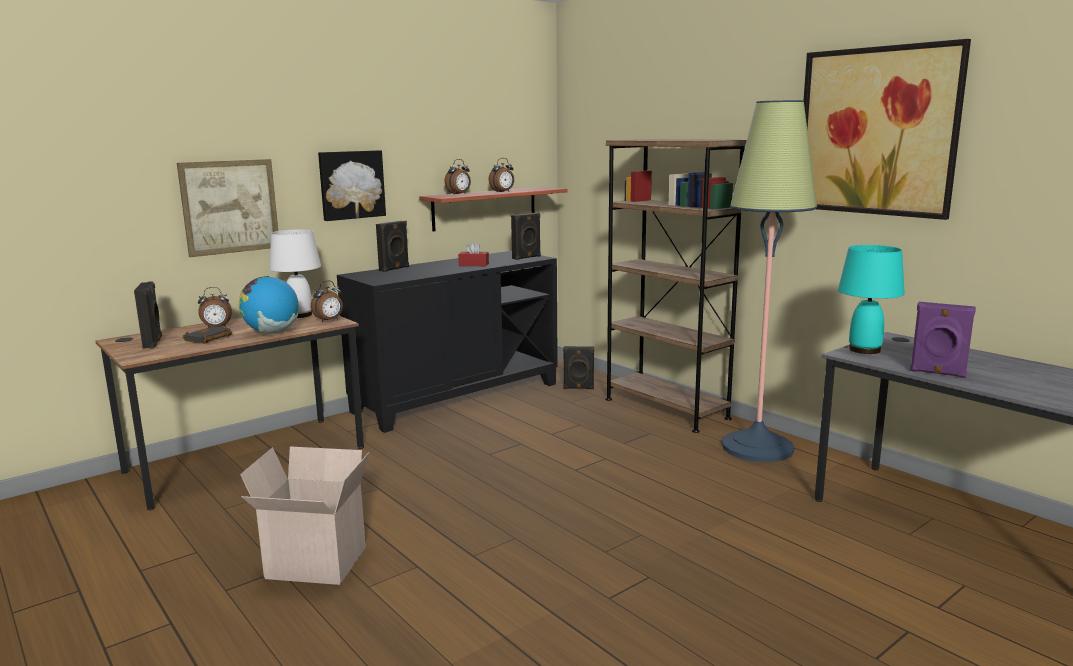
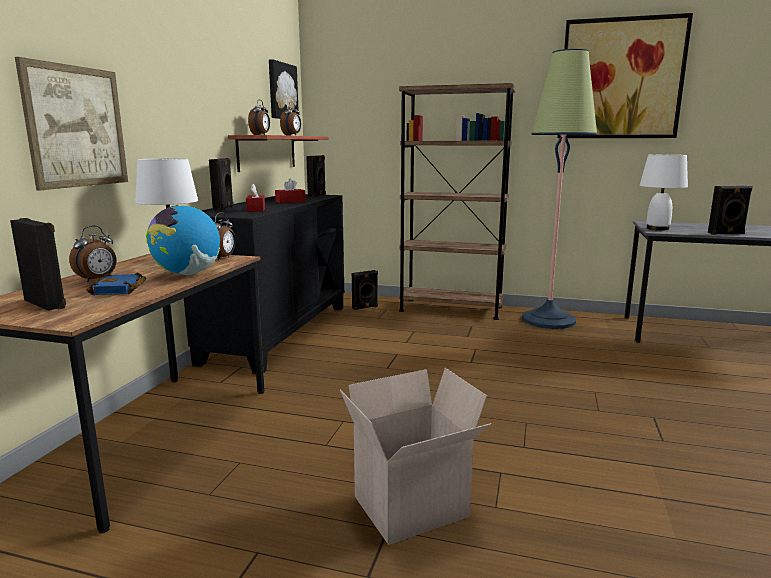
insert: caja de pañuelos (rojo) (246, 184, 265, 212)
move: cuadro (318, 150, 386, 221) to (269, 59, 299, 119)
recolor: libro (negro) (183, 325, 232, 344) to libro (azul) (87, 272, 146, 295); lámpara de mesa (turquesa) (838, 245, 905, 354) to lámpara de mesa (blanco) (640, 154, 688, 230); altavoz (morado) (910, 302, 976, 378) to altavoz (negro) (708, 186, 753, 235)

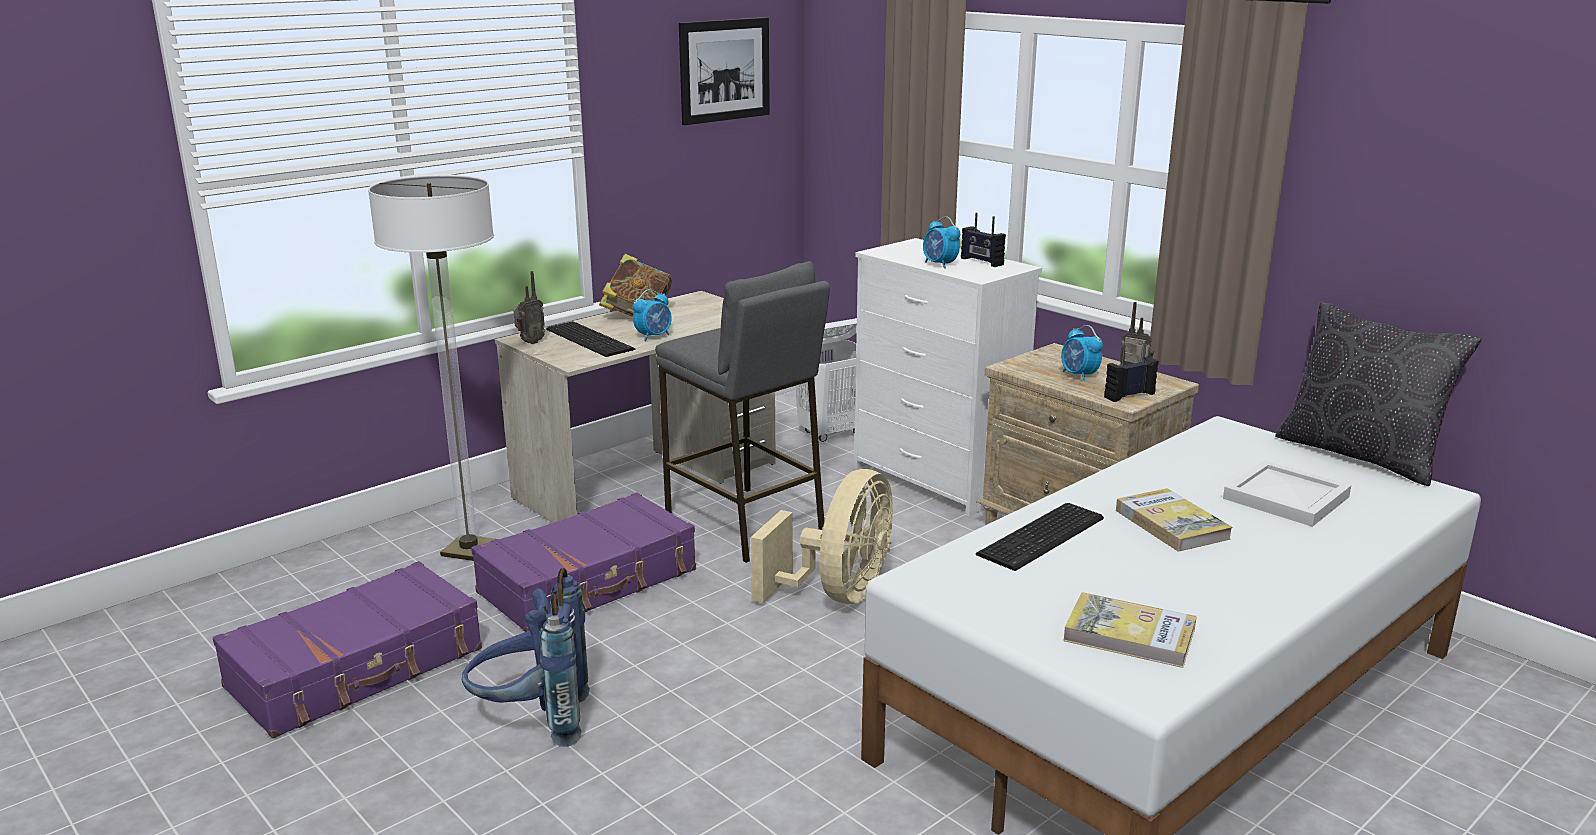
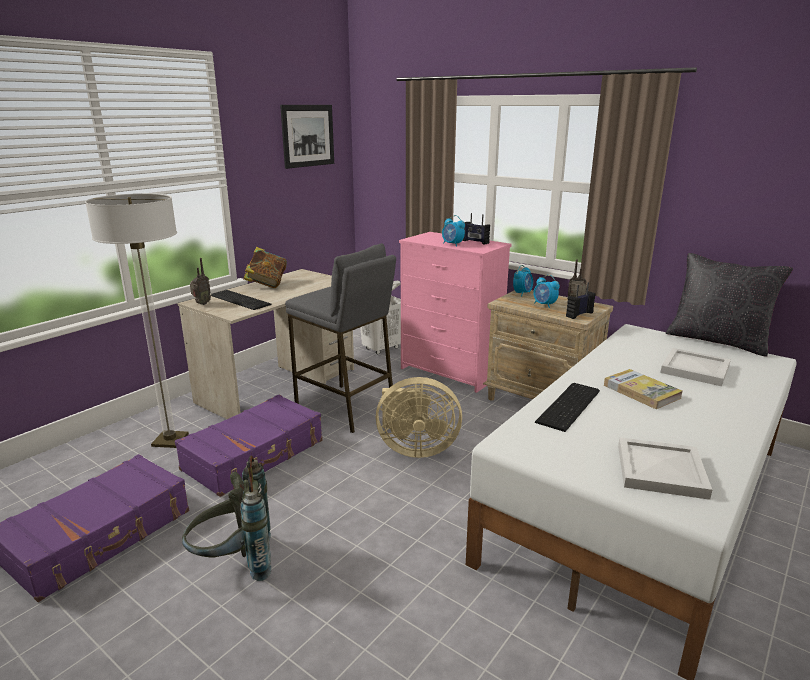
move: despertador (633, 289, 672, 341) to (513, 265, 533, 297)
replace: libro (1063, 592, 1196, 668) to bandeja (blanco) (618, 437, 712, 500)
recolor: mochila (azul) (462, 568, 590, 747) to mochila (gris) (182, 455, 271, 581); cómoda (blanco) (854, 238, 1042, 517) to cómoda (rosa) (399, 232, 512, 393)
rotate: ventilador (beis) (751, 469, 893, 604) = (376, 377, 462, 458) 75 degrees clockwise

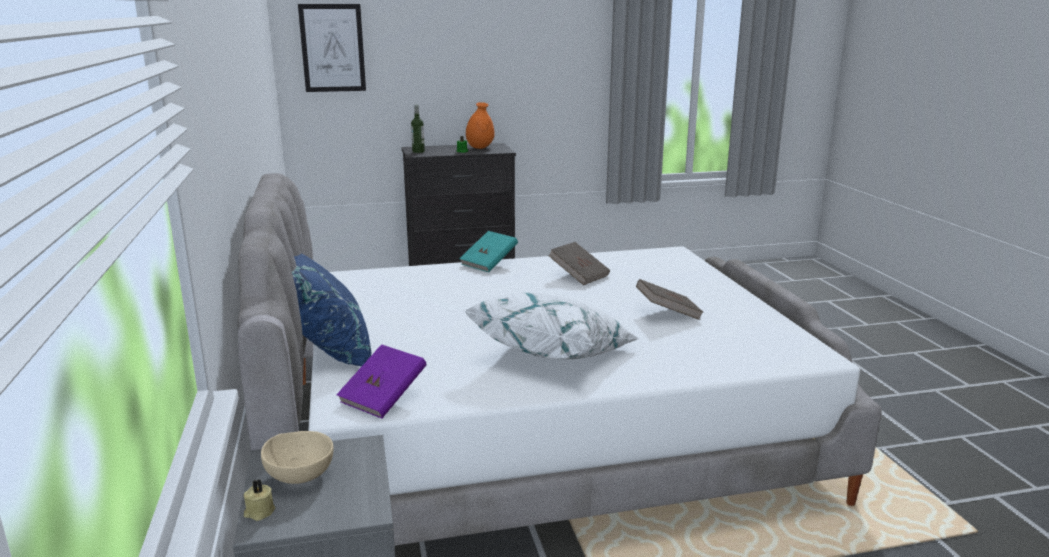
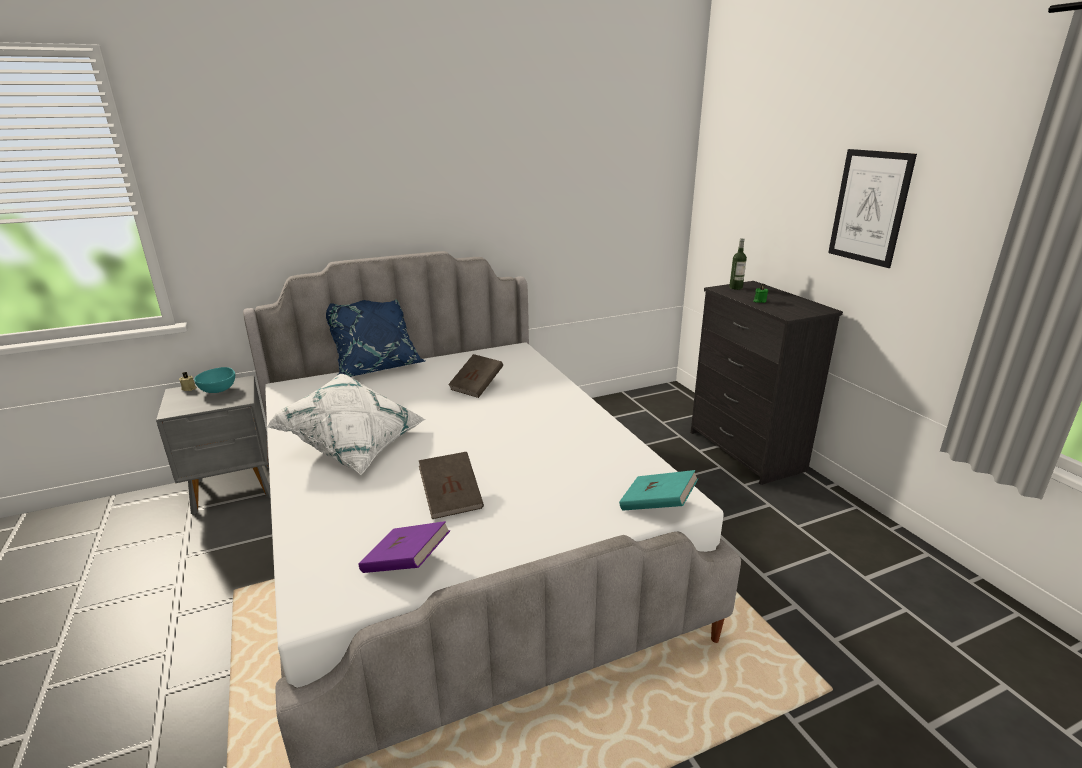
delete: florero (naranja) (466, 102, 495, 149)
move: libro (morado) (336, 344, 426, 418) to (359, 521, 450, 573); libro (marrón) (548, 242, 610, 285) to (448, 354, 503, 398); libro (turquesa) (459, 231, 518, 272) to (619, 470, 698, 511); cuadro (298, 4, 366, 92) to (828, 149, 917, 268)
recolor: cuenco (beis) (261, 431, 334, 484) to cuenco (turquesa) (194, 367, 235, 393)

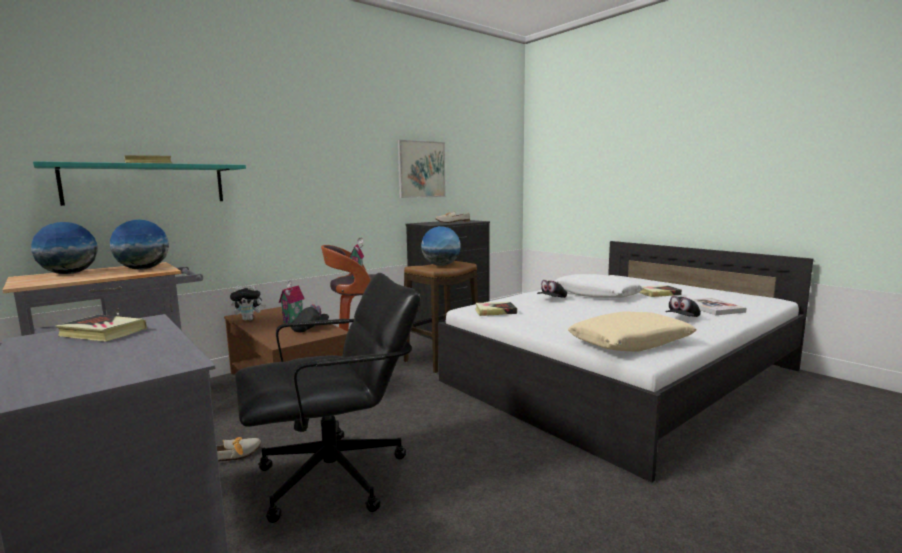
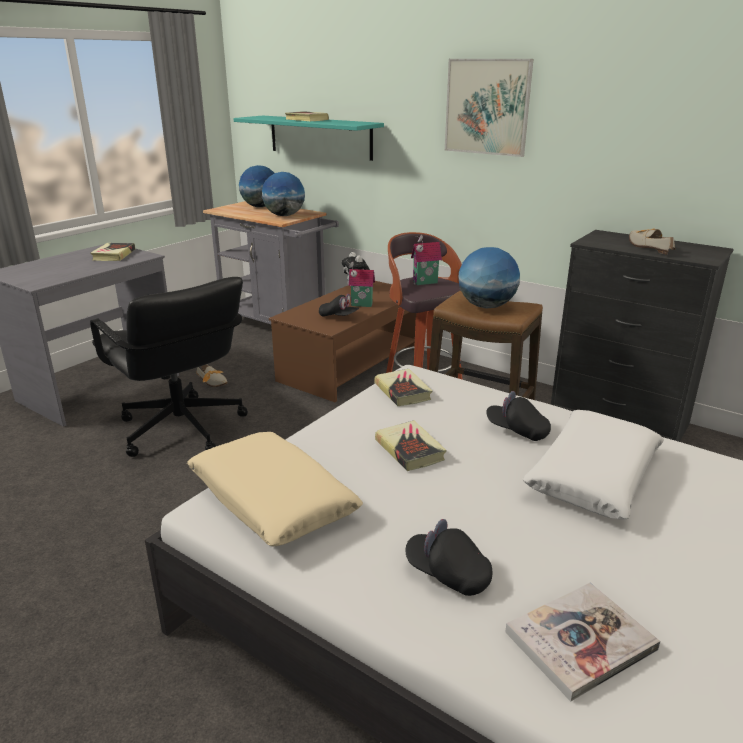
move: libro (639, 285, 682, 297) to (375, 420, 446, 471); cuadro (398, 140, 446, 198) to (445, 59, 533, 157)

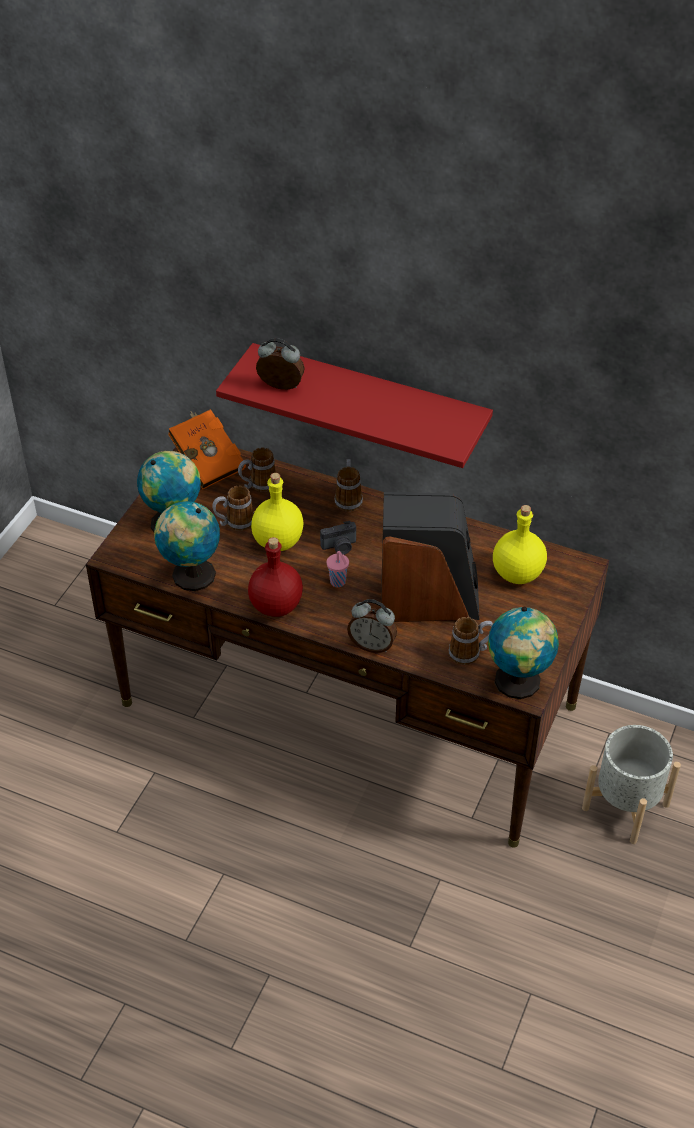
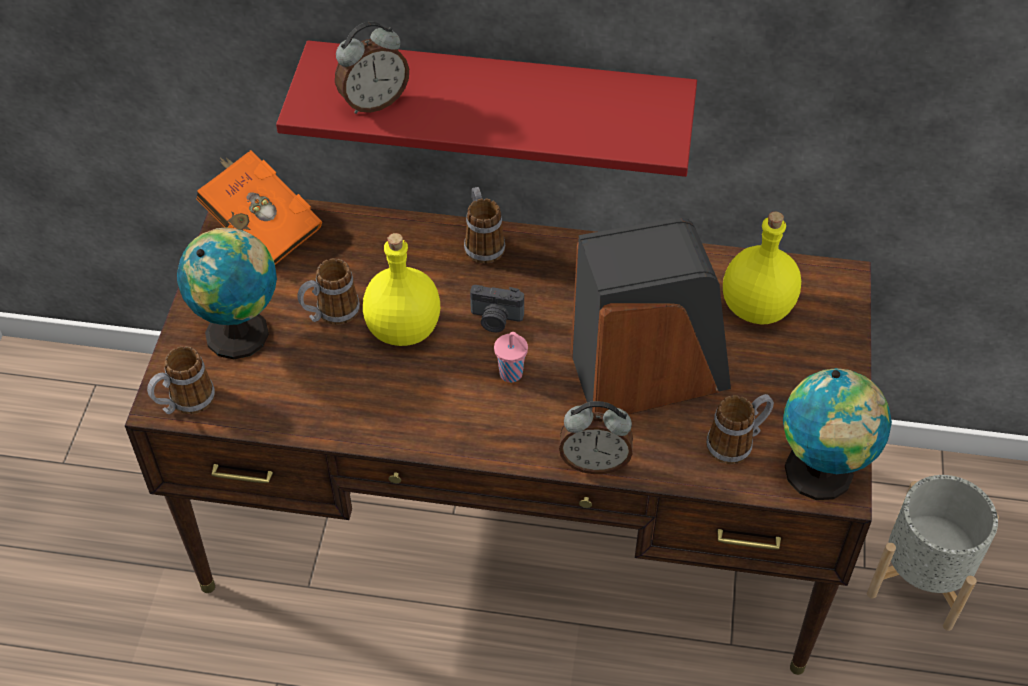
delete: globo terráqueo (154, 501, 220, 591); botella (rojo) (248, 537, 303, 617)
move: taza grande (238, 447, 276, 492) to (147, 346, 215, 414)
rotate: despertador (256, 338, 305, 390) = (335, 22, 409, 114) 150 degrees clockwise; cámara (320, 521, 356, 555) = (470, 285, 524, 332) 45 degrees clockwise

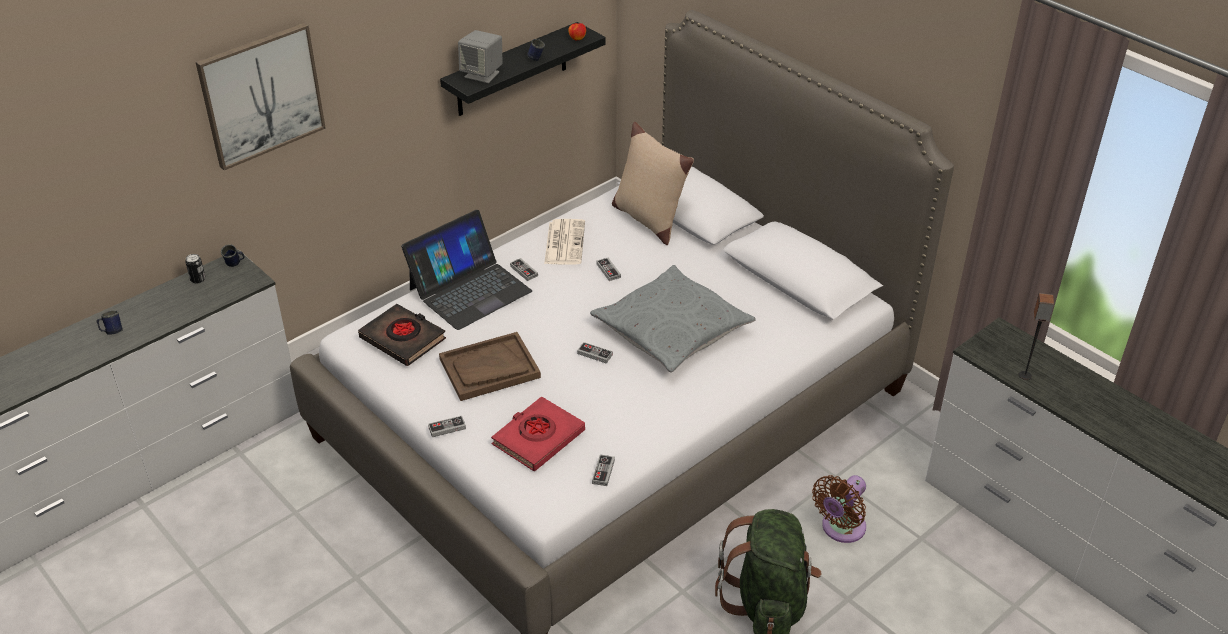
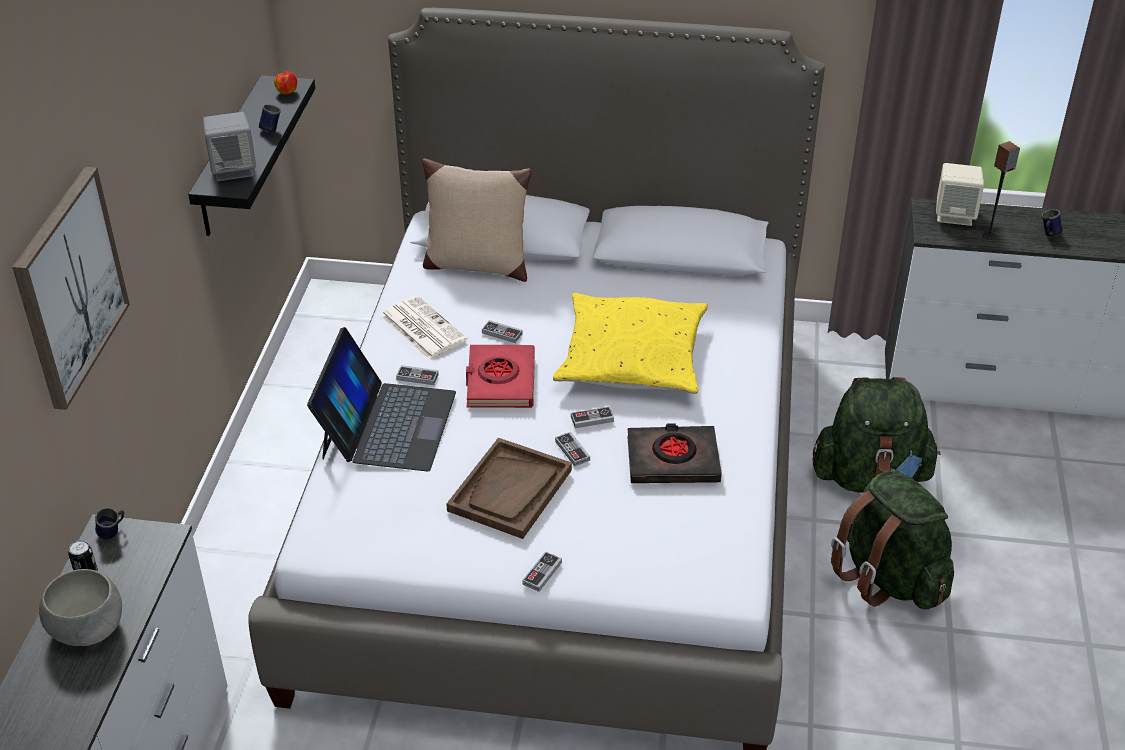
insert: cuenco (gris) (39, 569, 122, 646); altavoz (beis) (936, 163, 984, 226)
move: libro (rojo) (491, 396, 585, 471) to (466, 345, 535, 408); mando de consola (592, 455, 615, 486) to (555, 432, 590, 467); libro (negro) (358, 304, 446, 366) to (627, 424, 722, 483); taza grande (azul) (96, 310, 123, 335) to (1042, 209, 1063, 236)
replace: ventilador (marrón) (812, 475, 866, 543) to mochila (verde) (813, 377, 941, 493)
recolor: cojín (gris) (590, 265, 756, 372) to cojín (amarillo) (553, 293, 708, 394)

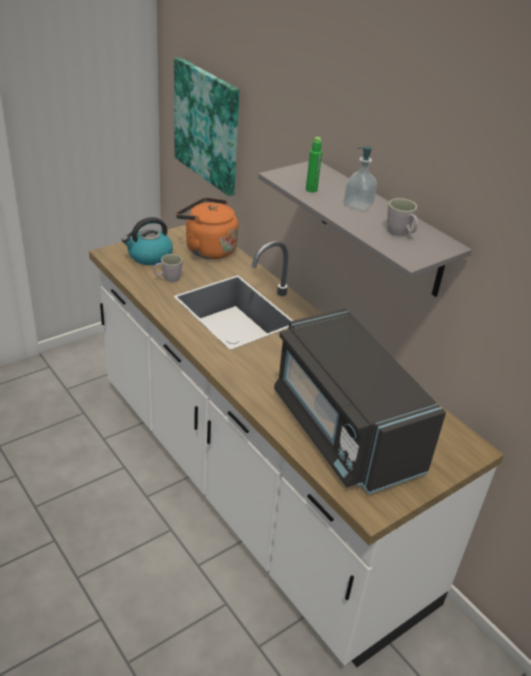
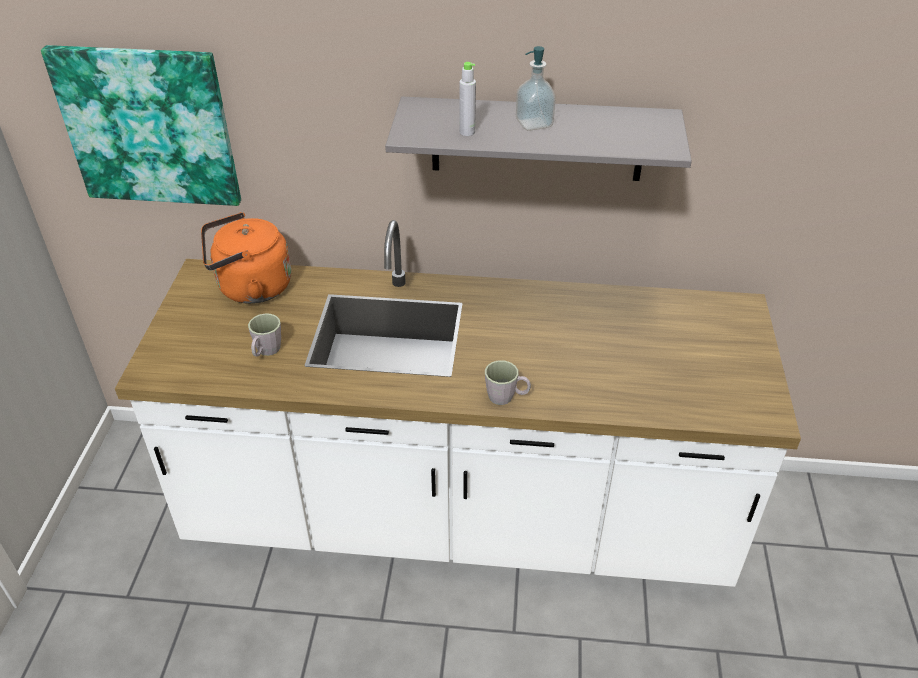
delete: hervidor (122, 217, 173, 265); microondas (negro) (274, 308, 446, 494)
move: taza grande (gris) (387, 198, 418, 236) to (485, 360, 531, 405)
recolor: botella (verde) (306, 137, 322, 192) to botella (gris) (459, 62, 476, 136)

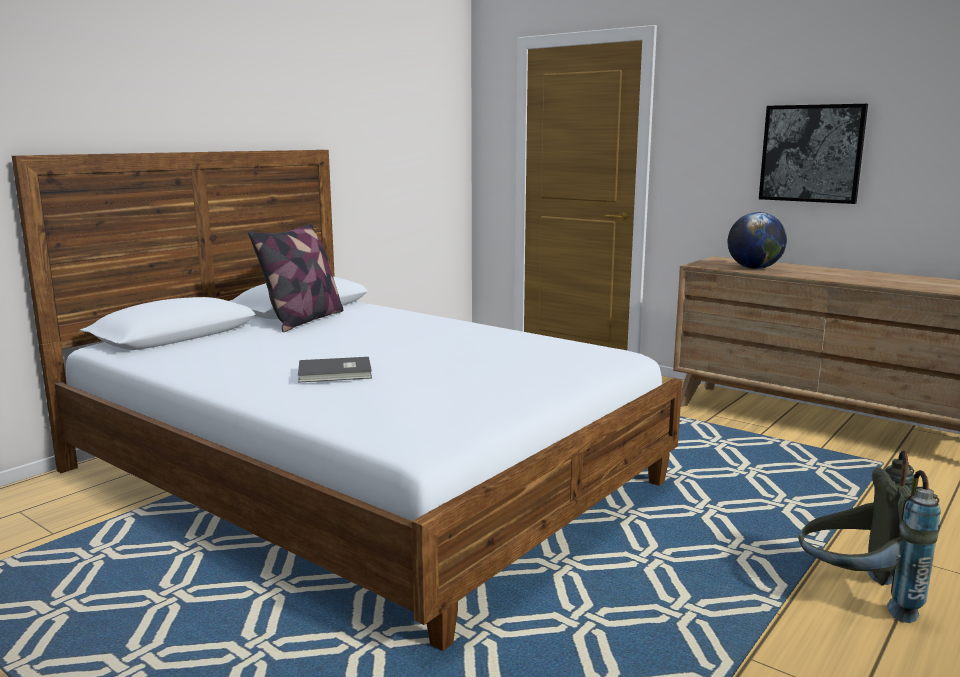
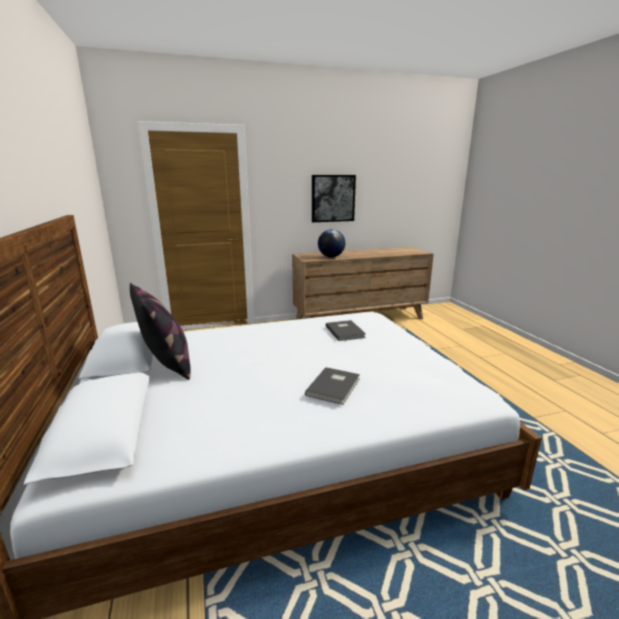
delete: mochila (gris) (798, 451, 940, 623)
insert: libro (gris) (326, 320, 366, 341)

